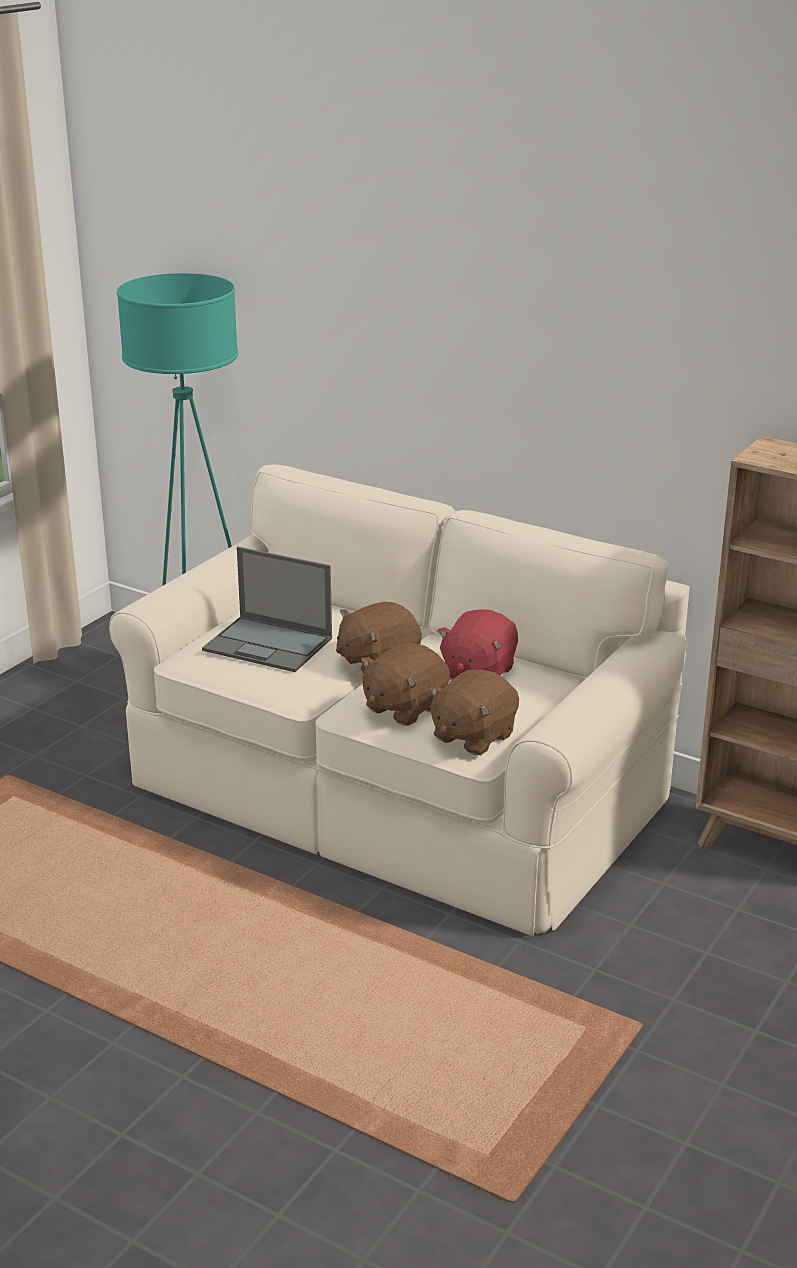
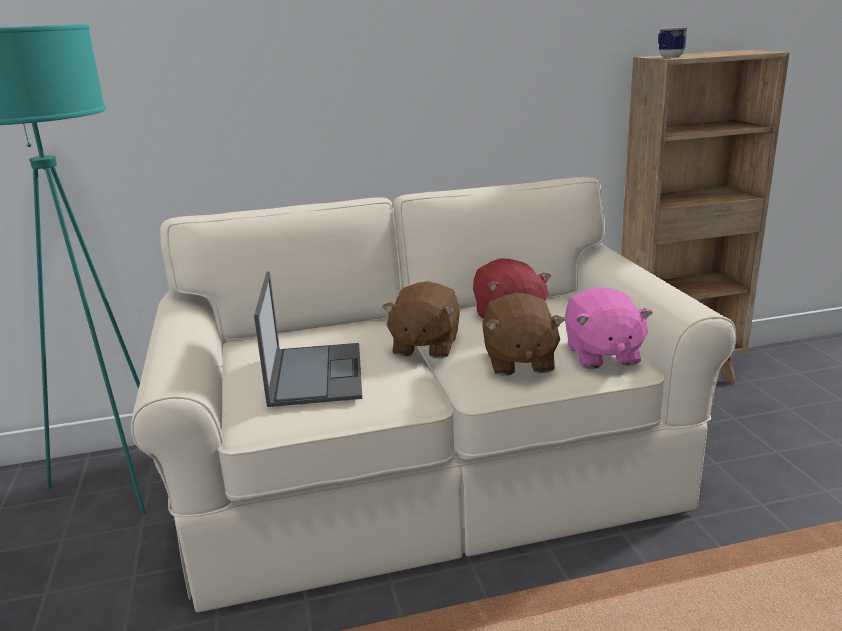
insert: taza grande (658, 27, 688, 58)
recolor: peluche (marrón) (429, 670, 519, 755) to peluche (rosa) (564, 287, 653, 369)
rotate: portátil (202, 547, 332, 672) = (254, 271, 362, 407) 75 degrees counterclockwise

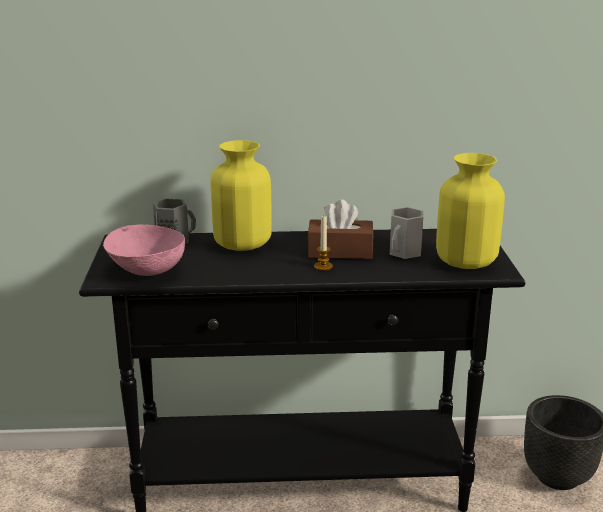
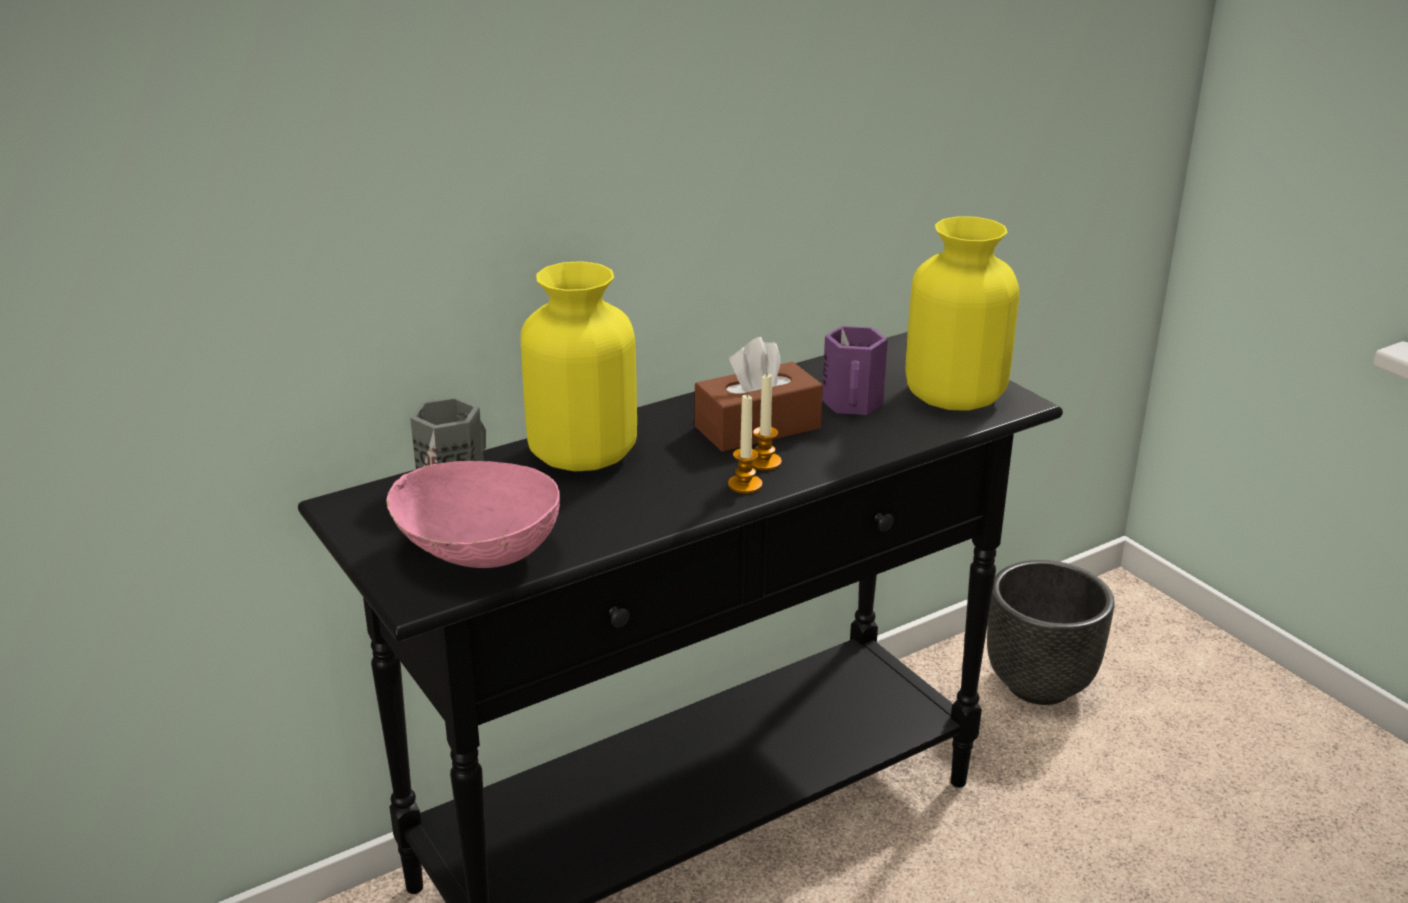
insert: vela (728, 394, 762, 494)
recolor: taza grande (blanco) (390, 207, 423, 259) to taza grande (morado) (822, 326, 888, 415)

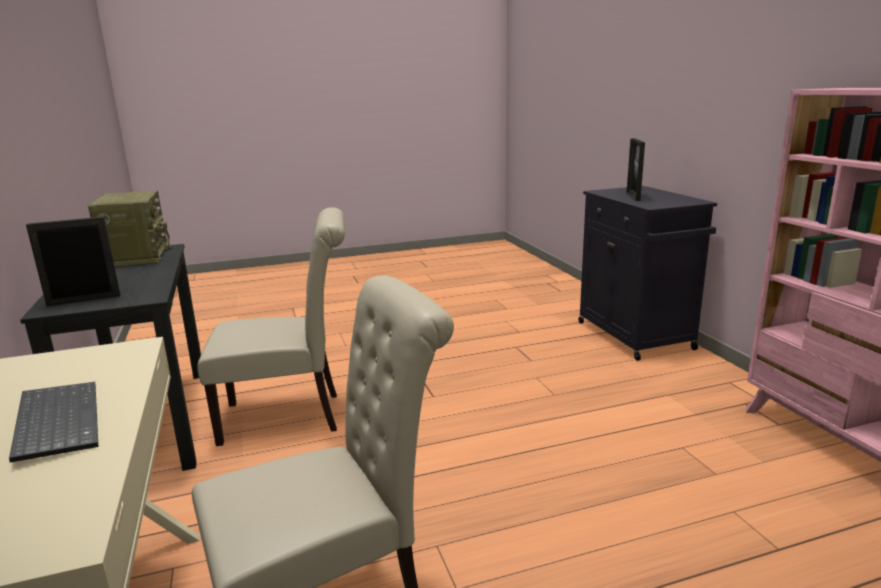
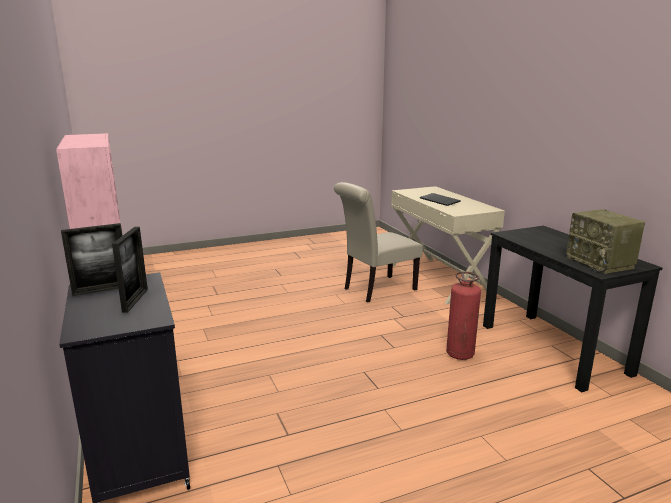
move: portarretratos (26, 216, 120, 306) to (61, 223, 122, 296)
replace: silla (beis) (197, 207, 345, 446) to extintor (446, 272, 481, 360)

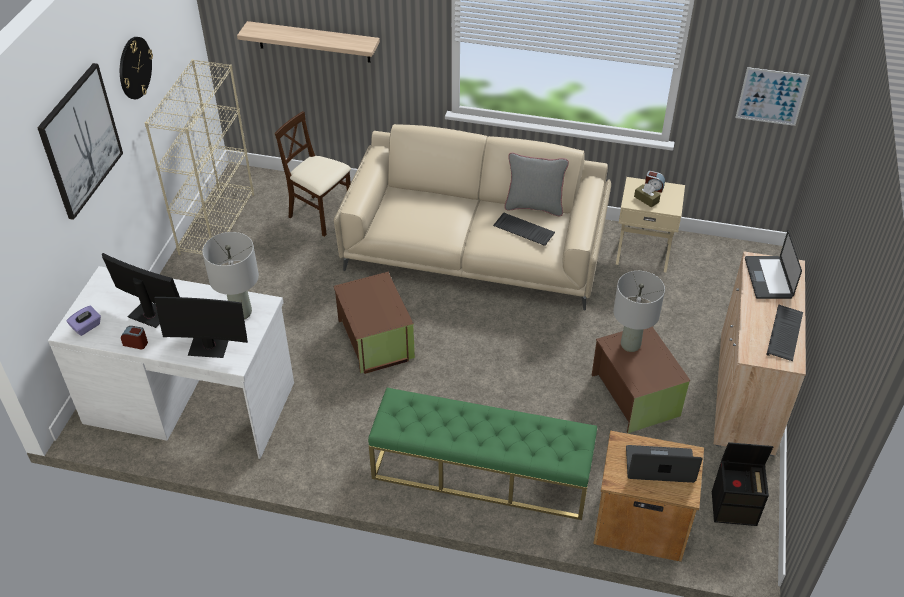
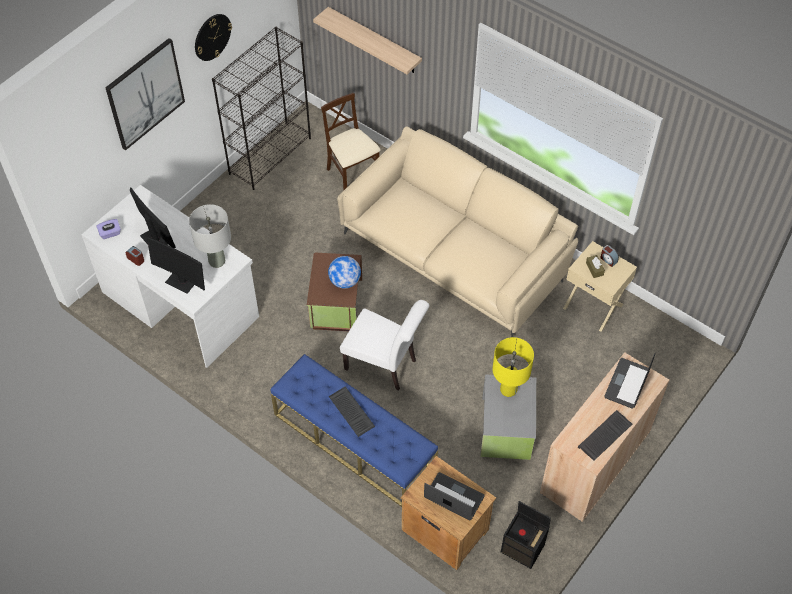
delete: cojín (gris) (504, 153, 569, 217); cuadro (735, 67, 810, 126)
insert: globo terráqueo (328, 256, 361, 289); silla (blanco) (340, 300, 429, 391)
move: teclado (493, 212, 555, 246) to (329, 386, 375, 437)
recolor: estantería (beis) (145, 59, 254, 255) to estantería (negro) (212, 27, 311, 190); banco (verde) (368, 388, 597, 520) to banco (azul) (271, 354, 438, 507); caja de almacenaje (marrón) (591, 327, 690, 433) to caja de almacenaje (gris) (480, 374, 536, 460); lámpara de mesa (gris) (613, 271, 665, 352) to lámpara de mesa (amarillo) (493, 337, 534, 397)

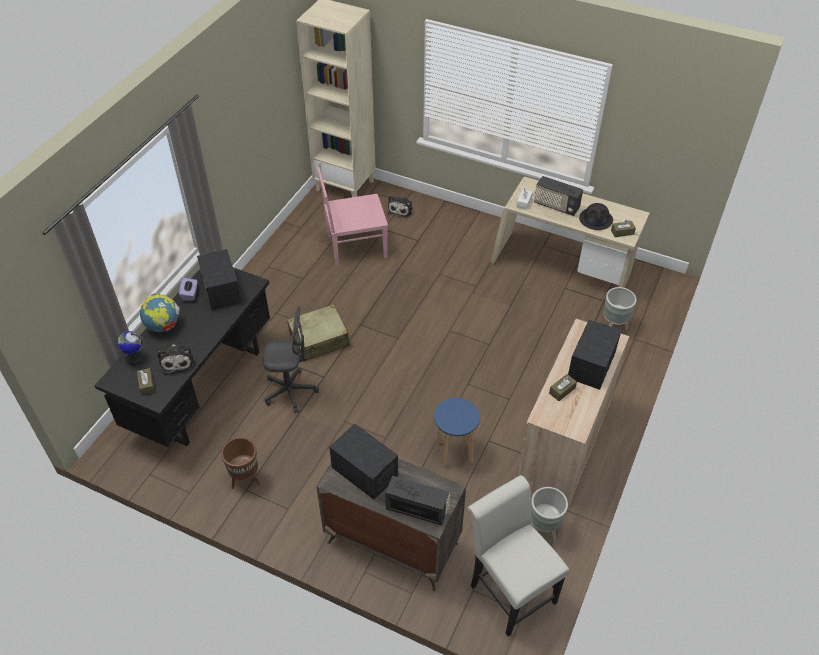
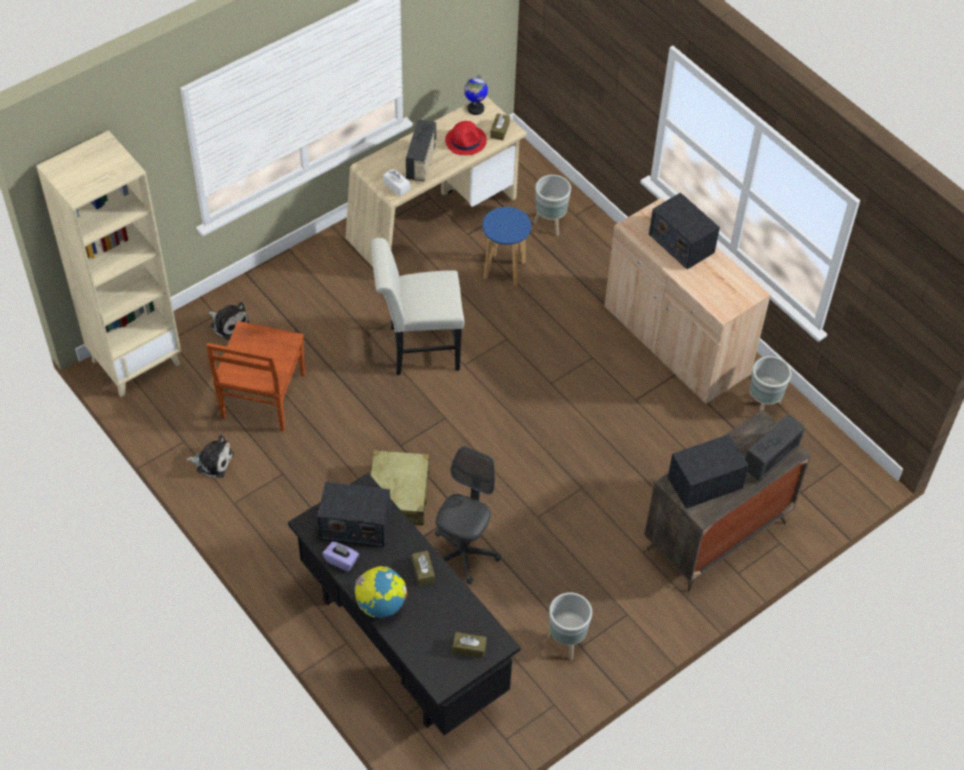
move: peluche (158, 344, 194, 374) to (186, 434, 234, 478); silla (blanco) (468, 475, 569, 636) to (371, 238, 464, 375); caja de pañuelos (marrón) (549, 374, 577, 401) to (412, 551, 435, 586); globo terráqueo (117, 331, 145, 365) to (464, 75, 488, 115); taburete (azul) (434, 398, 480, 467) to (483, 207, 531, 286)
recolor: silla (rosa) (317, 167, 388, 266) to silla (marrón) (206, 321, 305, 431); sombrero (negro) (579, 203, 613, 230) to sombrero (rojo) (445, 121, 487, 155); maceta (marrón) (221, 437, 261, 489) to maceta (gris) (547, 592, 592, 660)
rotate: radio (534, 176, 583, 216) = (406, 119, 438, 182) 45 degrees counterclockwise

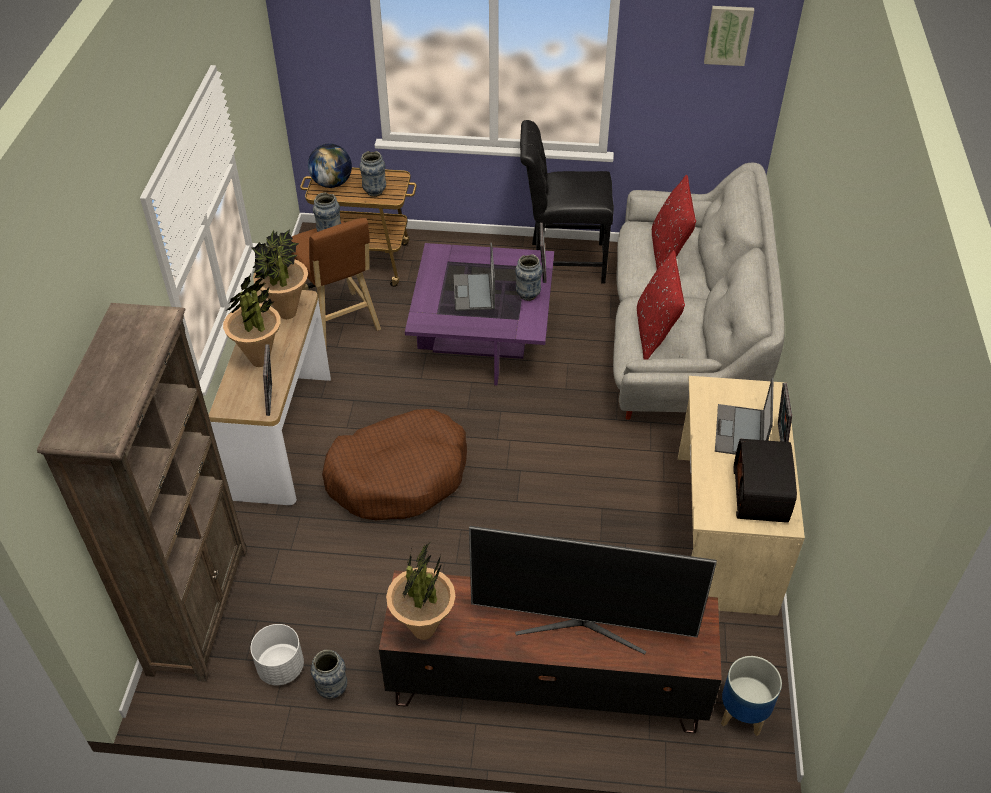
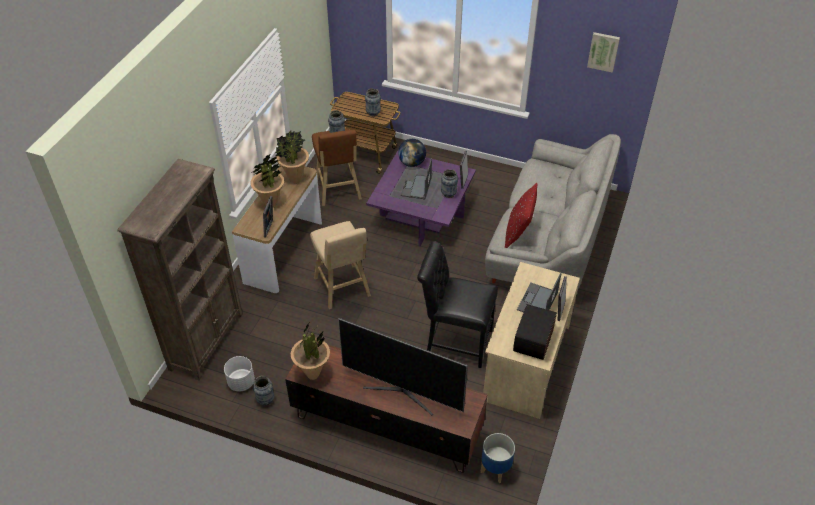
delete: cojín (rojo) (652, 175, 696, 270)
move: globo terráqueo (308, 144, 352, 188) to (398, 139, 426, 167); silla (negro) (520, 120, 614, 284) to (417, 241, 498, 368)
replace: cama para perro (marrón) (322, 409, 467, 521) to taburete (beis) (310, 221, 371, 309)

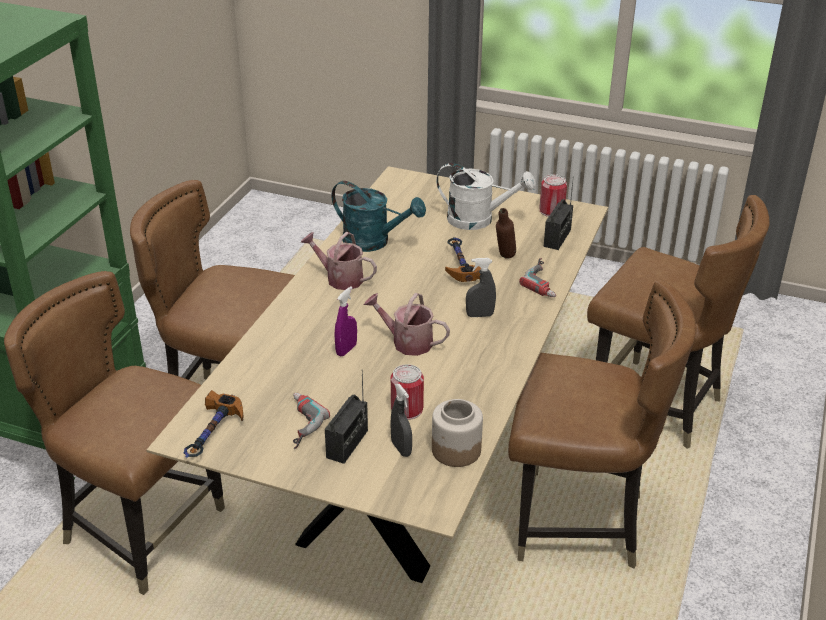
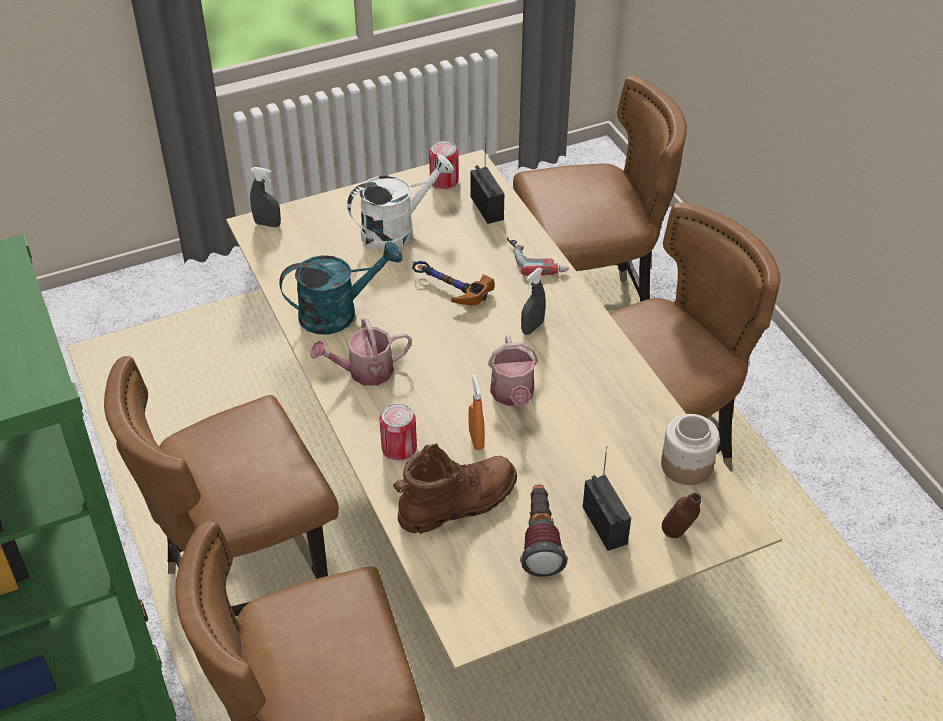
delete: martillo (184, 390, 243, 458)
insert: bota (marrón) (393, 444, 517, 534)
move: pulverizador (gris) (391, 384, 412, 457) to (250, 167, 281, 227); lata (391, 364, 424, 420) to (380, 403, 417, 462); botella (marrón) (496, 208, 516, 259) to (662, 493, 701, 538)
replace: taladro (293, 393, 330, 449) to linterna (520, 485, 568, 577)
recolor: pulverizador (morado) (335, 286, 357, 356) to pulverizador (naranja) (469, 374, 485, 450)
rotate: regadera (364, 293, 450, 356) = (488, 335, 538, 407) 75 degrees counterclockwise

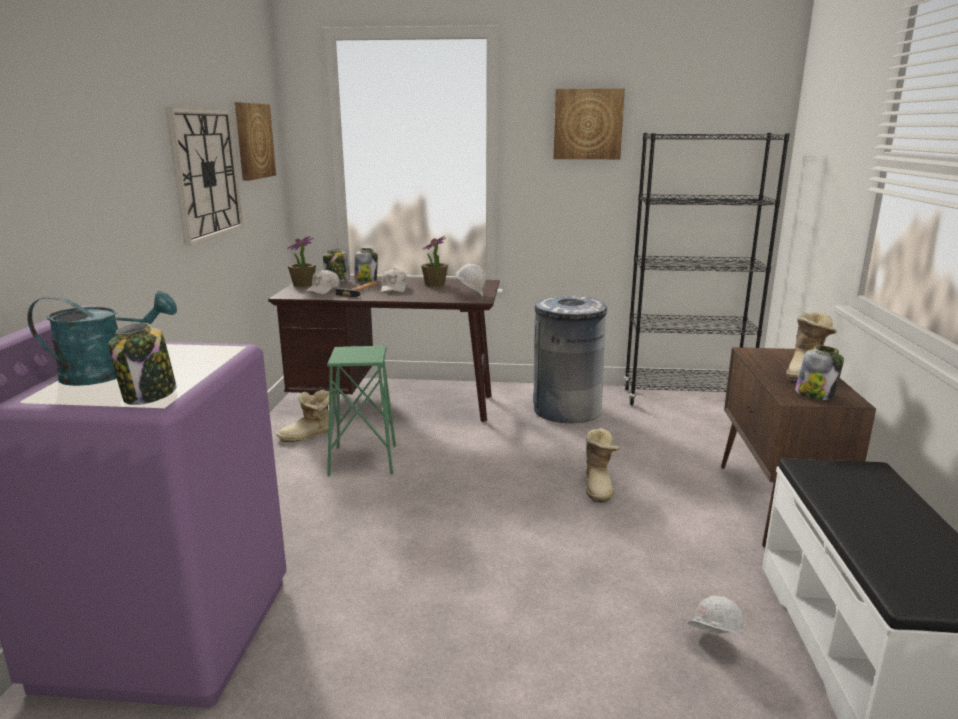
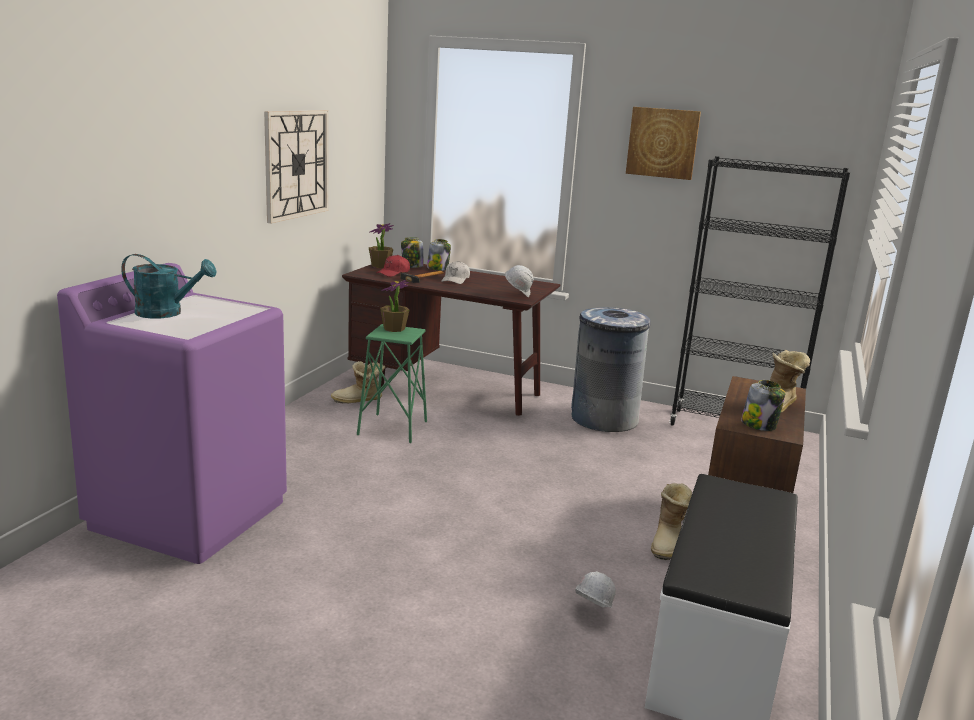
delete: tarro (108, 323, 176, 405); cuadro (235, 102, 276, 181)
move: planta en maceta (421, 236, 448, 287) to (380, 280, 409, 332); bota (586, 428, 620, 502) to (651, 483, 692, 560)
recolor: gorra (blanco) (305, 269, 340, 294) to gorra (rojo) (376, 255, 410, 277)

